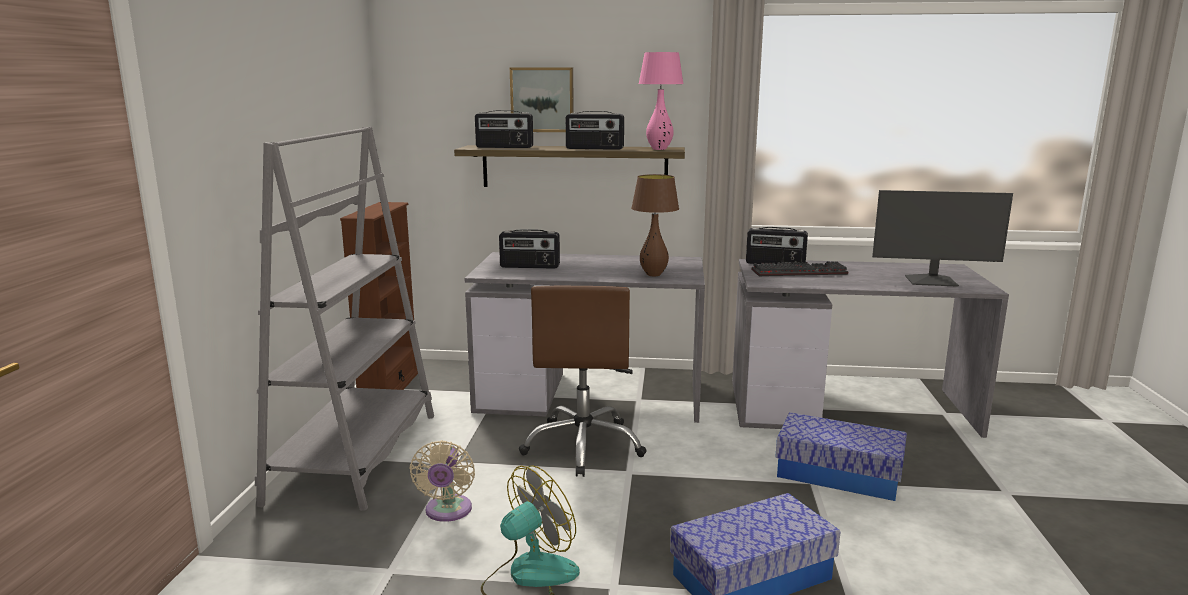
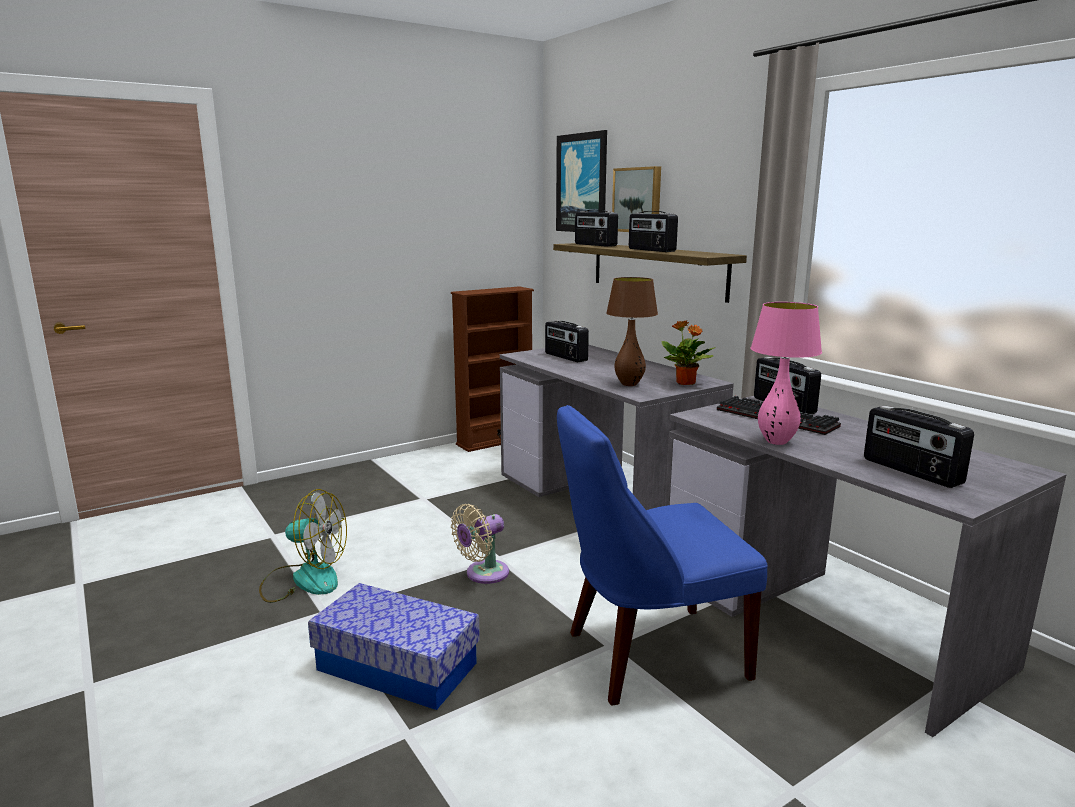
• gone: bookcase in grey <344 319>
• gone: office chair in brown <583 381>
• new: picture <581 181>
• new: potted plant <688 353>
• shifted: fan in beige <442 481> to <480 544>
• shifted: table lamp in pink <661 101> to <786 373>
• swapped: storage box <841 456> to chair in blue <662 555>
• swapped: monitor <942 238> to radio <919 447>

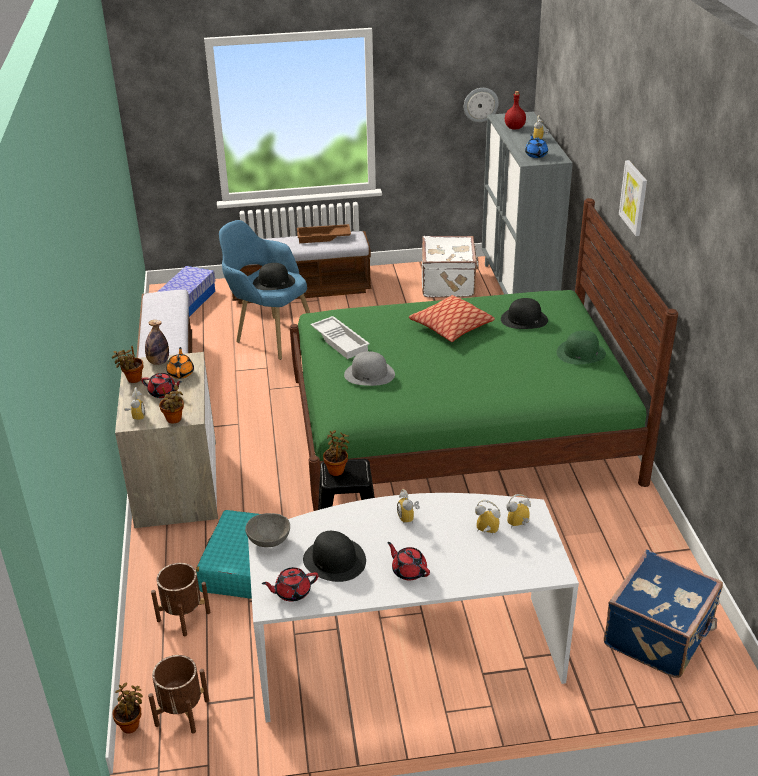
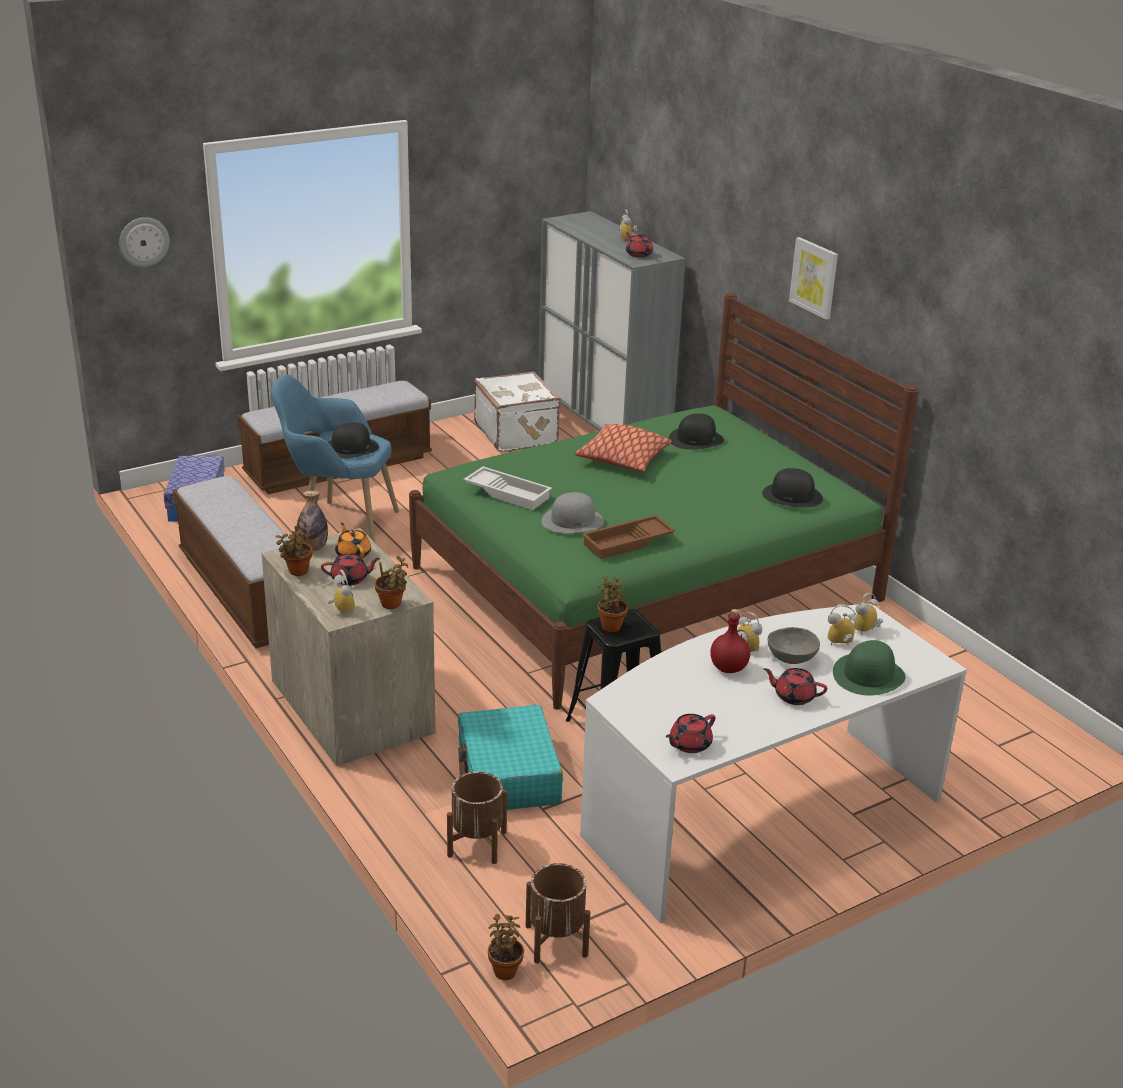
• gone: suitcase in blue <663 614>
• shifted: bowl in grey <267 530> to <794 645>
• shifted: tray in brown <324 233> to <628 537>
• shifted: hat in black <334 556> to <792 488>
• shifted: wall clock <481 105> to <144 242>
• shifted: bottle in red <515 110> to <730 641>
• shifted: hat in green <581 347> to <869 668>
• repainted: teapot in blue <536 146> to teapot in red <639 245>

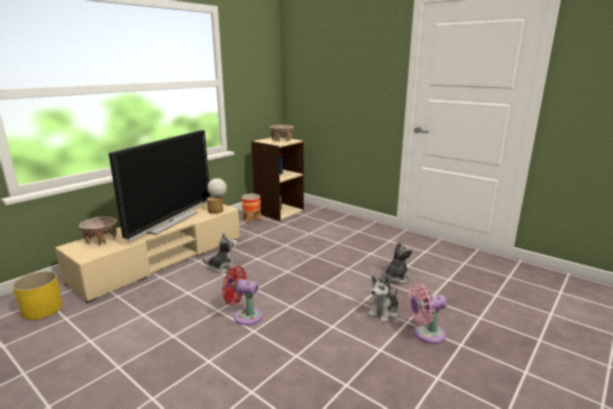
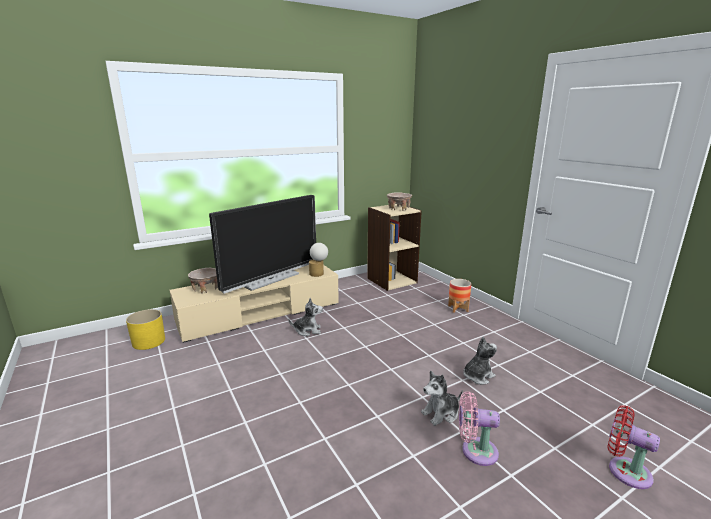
• shifted: fan in red <242 295> to <634 447>
• shifted: planter <251 209> to <459 296>

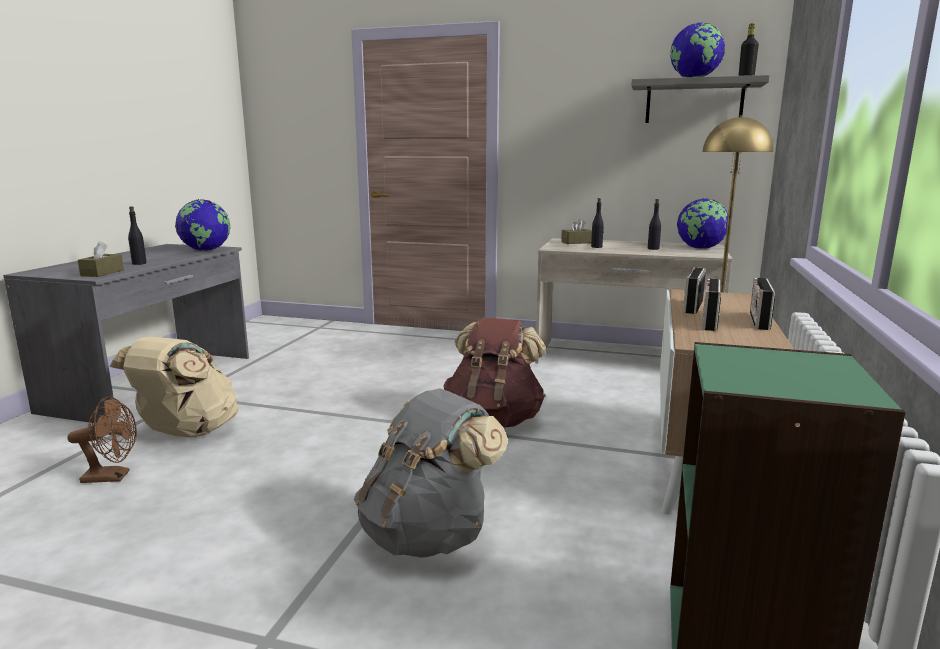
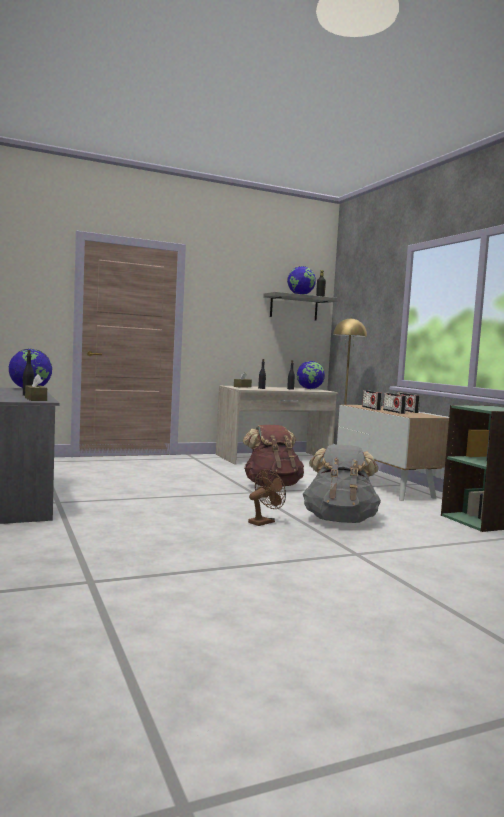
• gone: backpack in beige <174 387>
• shifted: fan in brown <102 439> to <267 497>

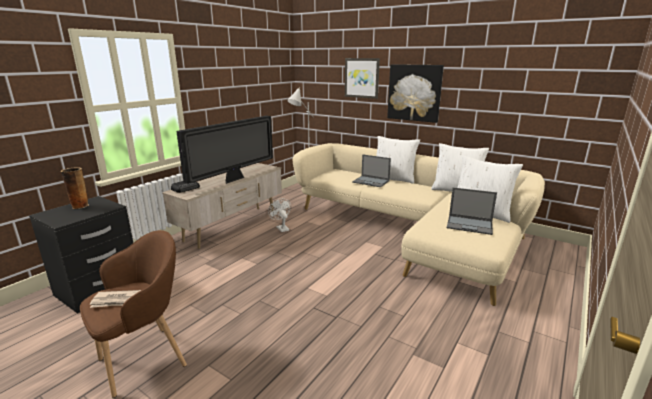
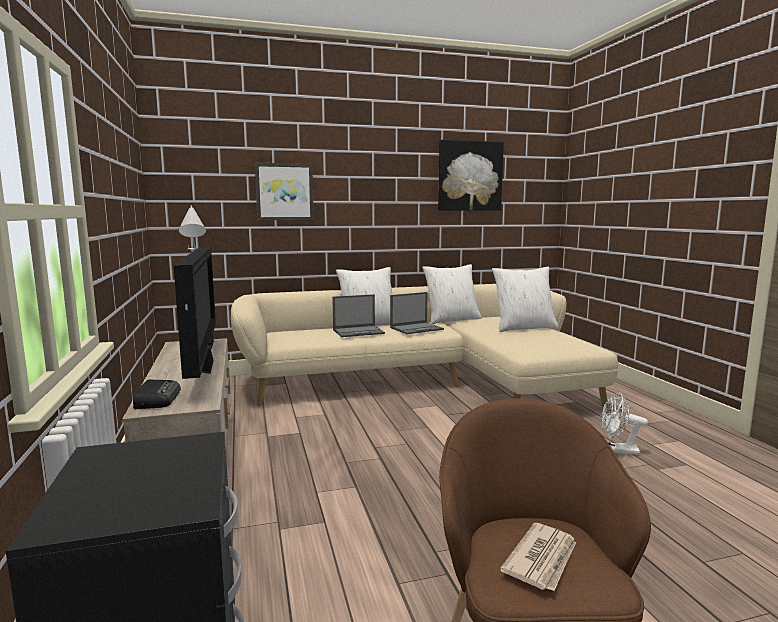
• gone: vase <75 188>
• shifted: fan in white <279 215> to <624 424>
• shifted: picture <415 93> to <471 175>
• shifted: laptop <472 211> to <417 313>

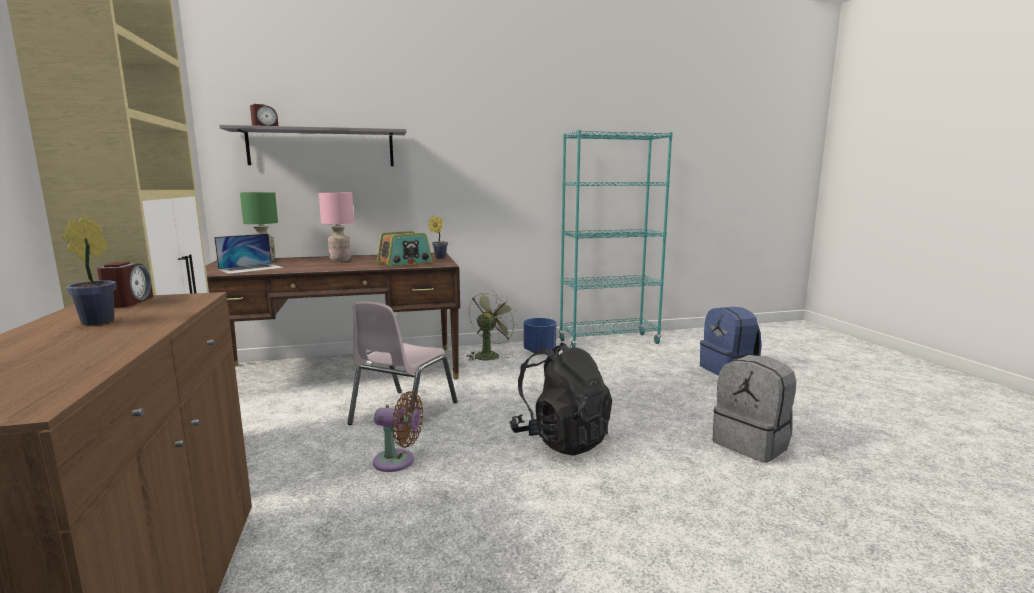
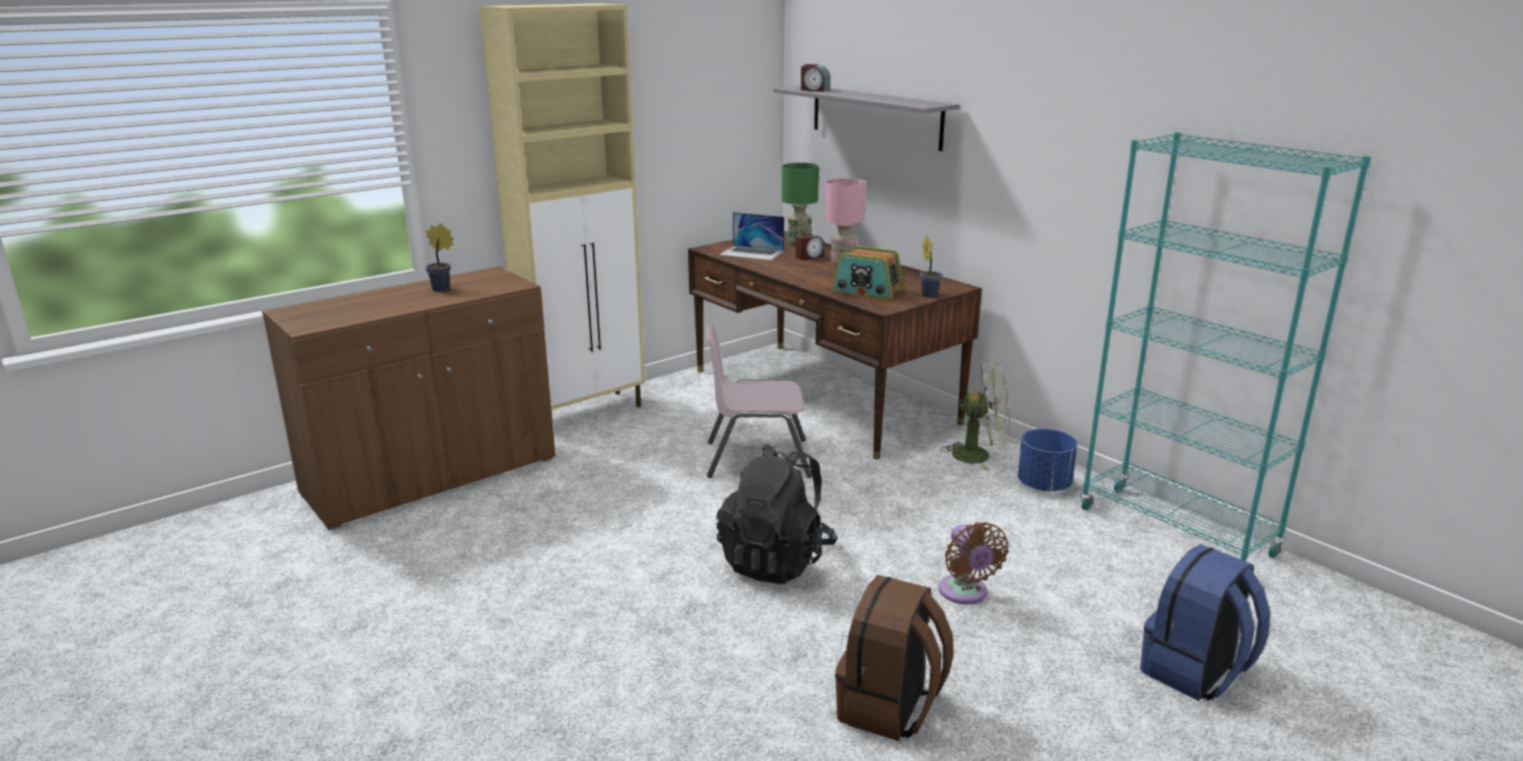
• shifted: alarm clock <125 284> to <810 246>
• shifted: fan in brown <398 431> to <973 563>
• repainted: backpack in grey <754 409> to backpack in brown <894 658>

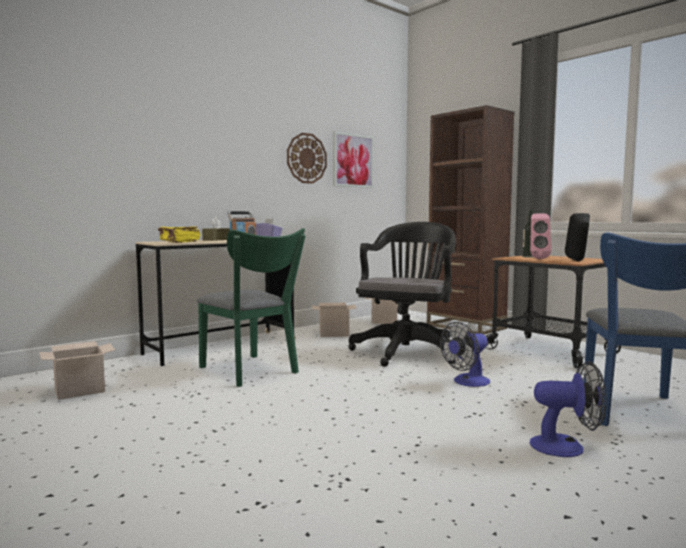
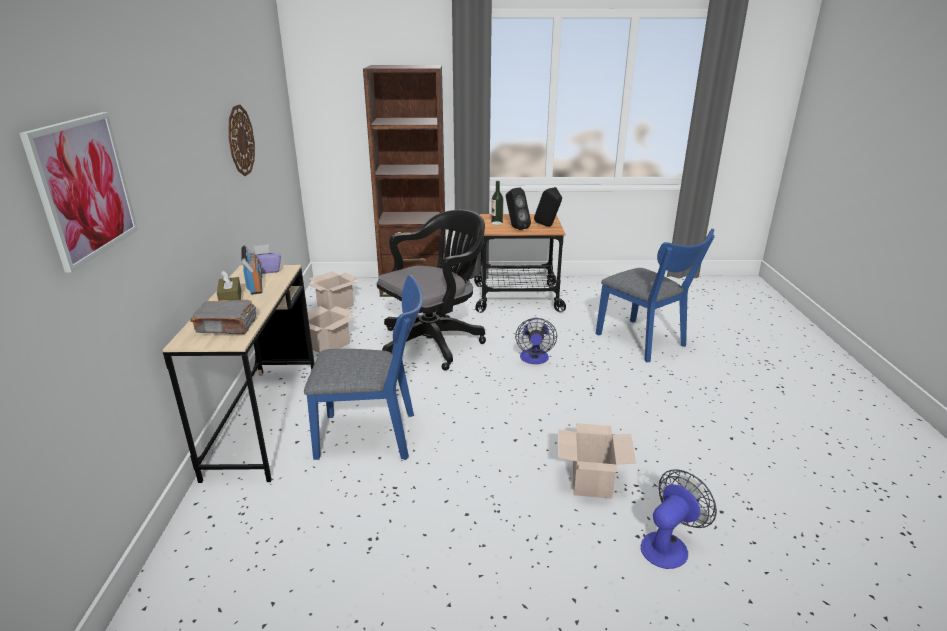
• shifted: cardboard box <77 370> to <597 461>
• shifted: picture <353 160> to <78 192>
• shifted: fan <568 409> to <679 519>
• repainted: book in yellow <179 234> to book in grey <223 317>
• repainted: chair in green <251 307> to chair in blue <363 367>
• repainted: speaker in pink <540 236> to speaker in black <518 209>
• rotated: office chair in black <402 294> = <431 290> 75 degrees clockwise

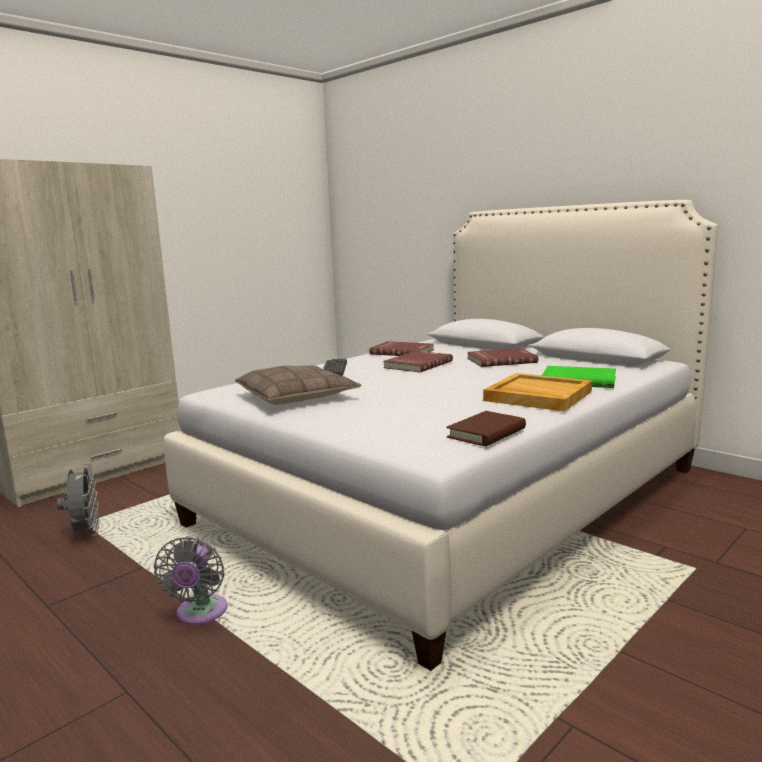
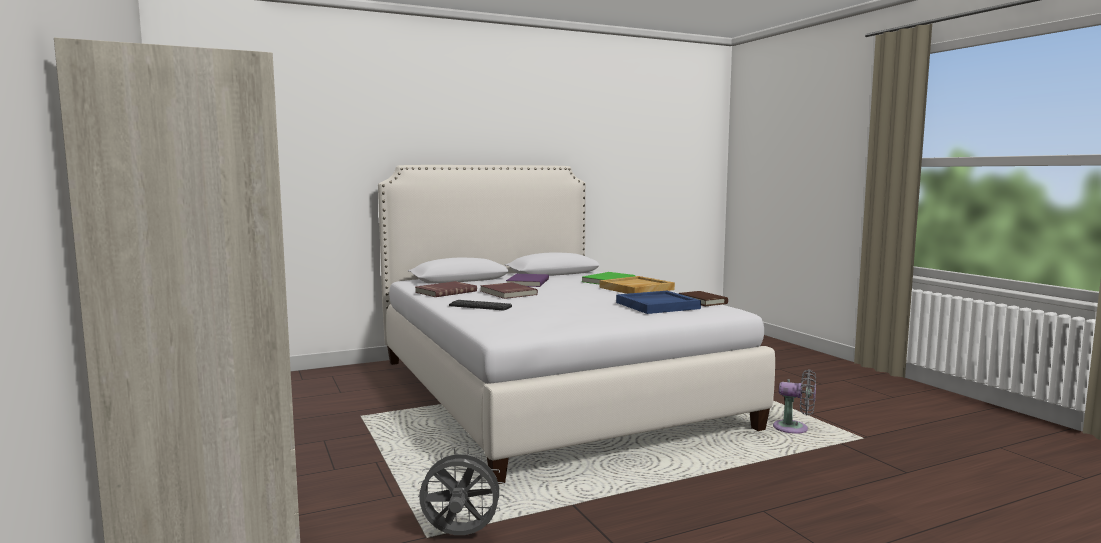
• gone: pillow <298 385>
• new: tray in blue <658 302>
• shifted: fan in grey <190 581> to <794 401>
• repainted: book in red <502 357> to book in purple <527 280>

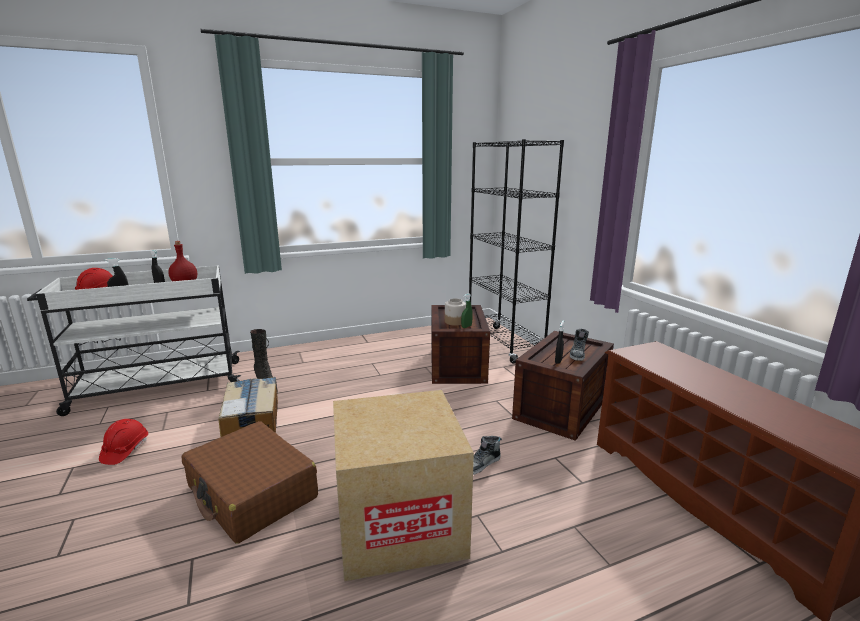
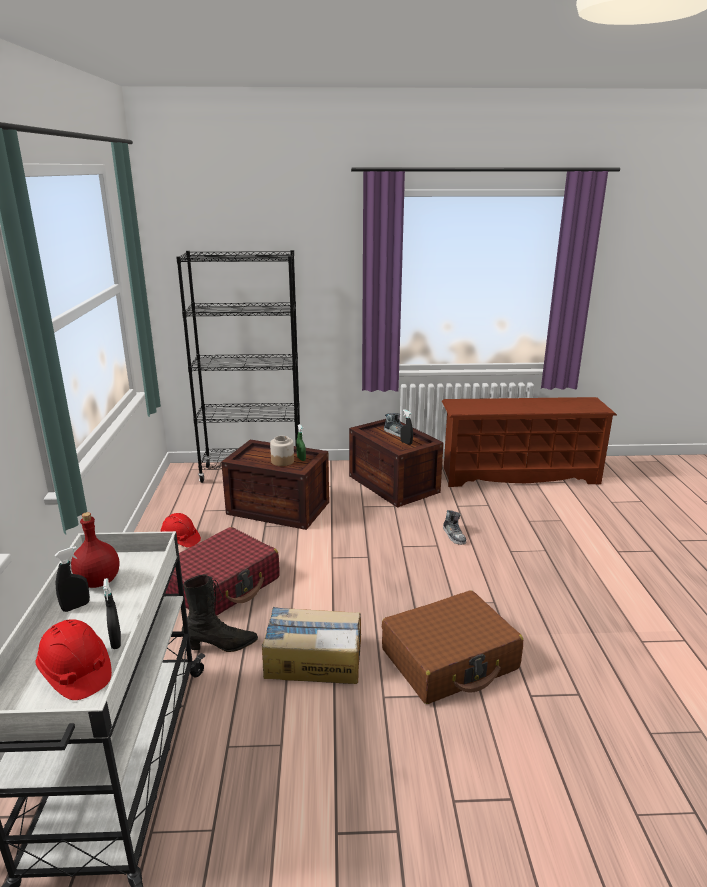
• gone: cardboard box <403 485>
• new: suitcase in red <222 571>
• shifted: hard hat in red <123 442> to <180 530>

